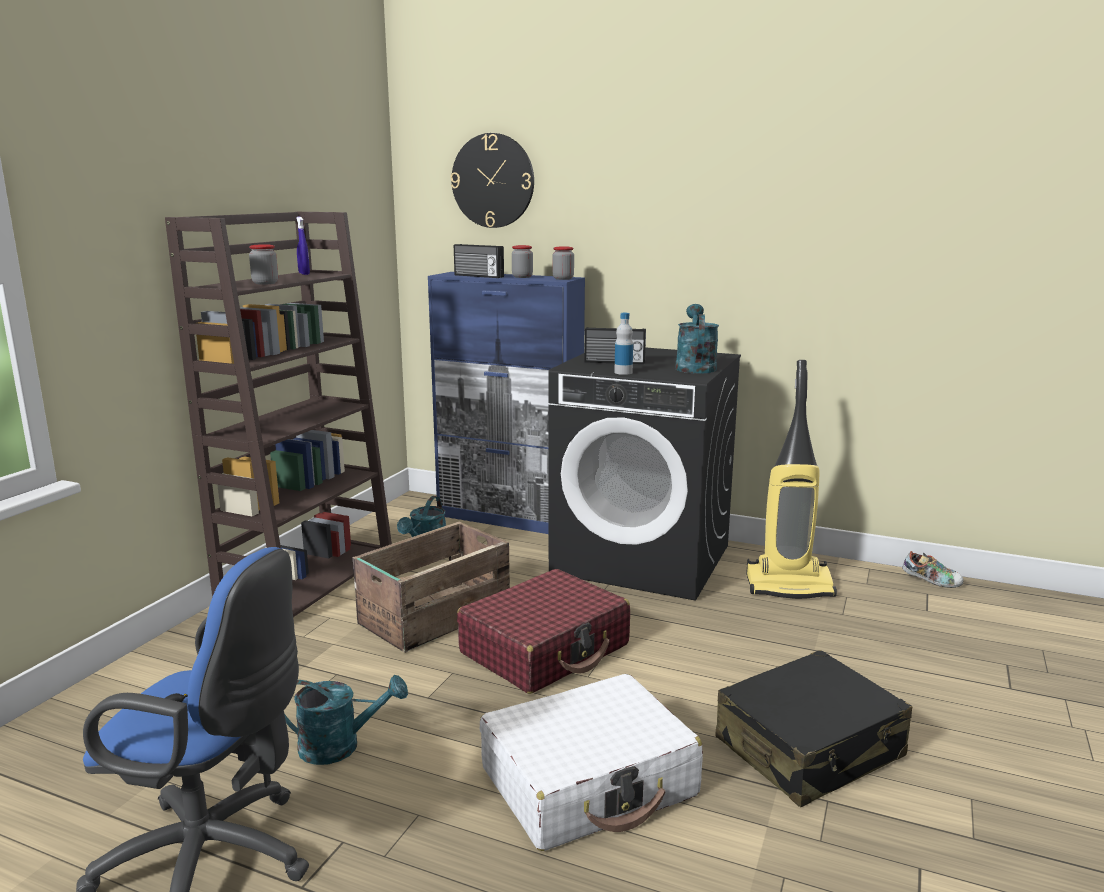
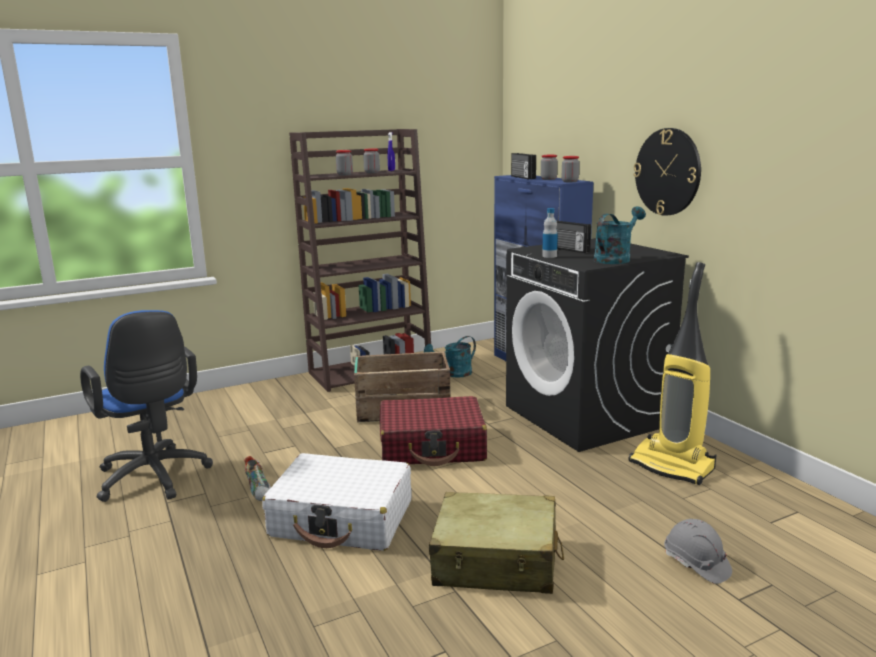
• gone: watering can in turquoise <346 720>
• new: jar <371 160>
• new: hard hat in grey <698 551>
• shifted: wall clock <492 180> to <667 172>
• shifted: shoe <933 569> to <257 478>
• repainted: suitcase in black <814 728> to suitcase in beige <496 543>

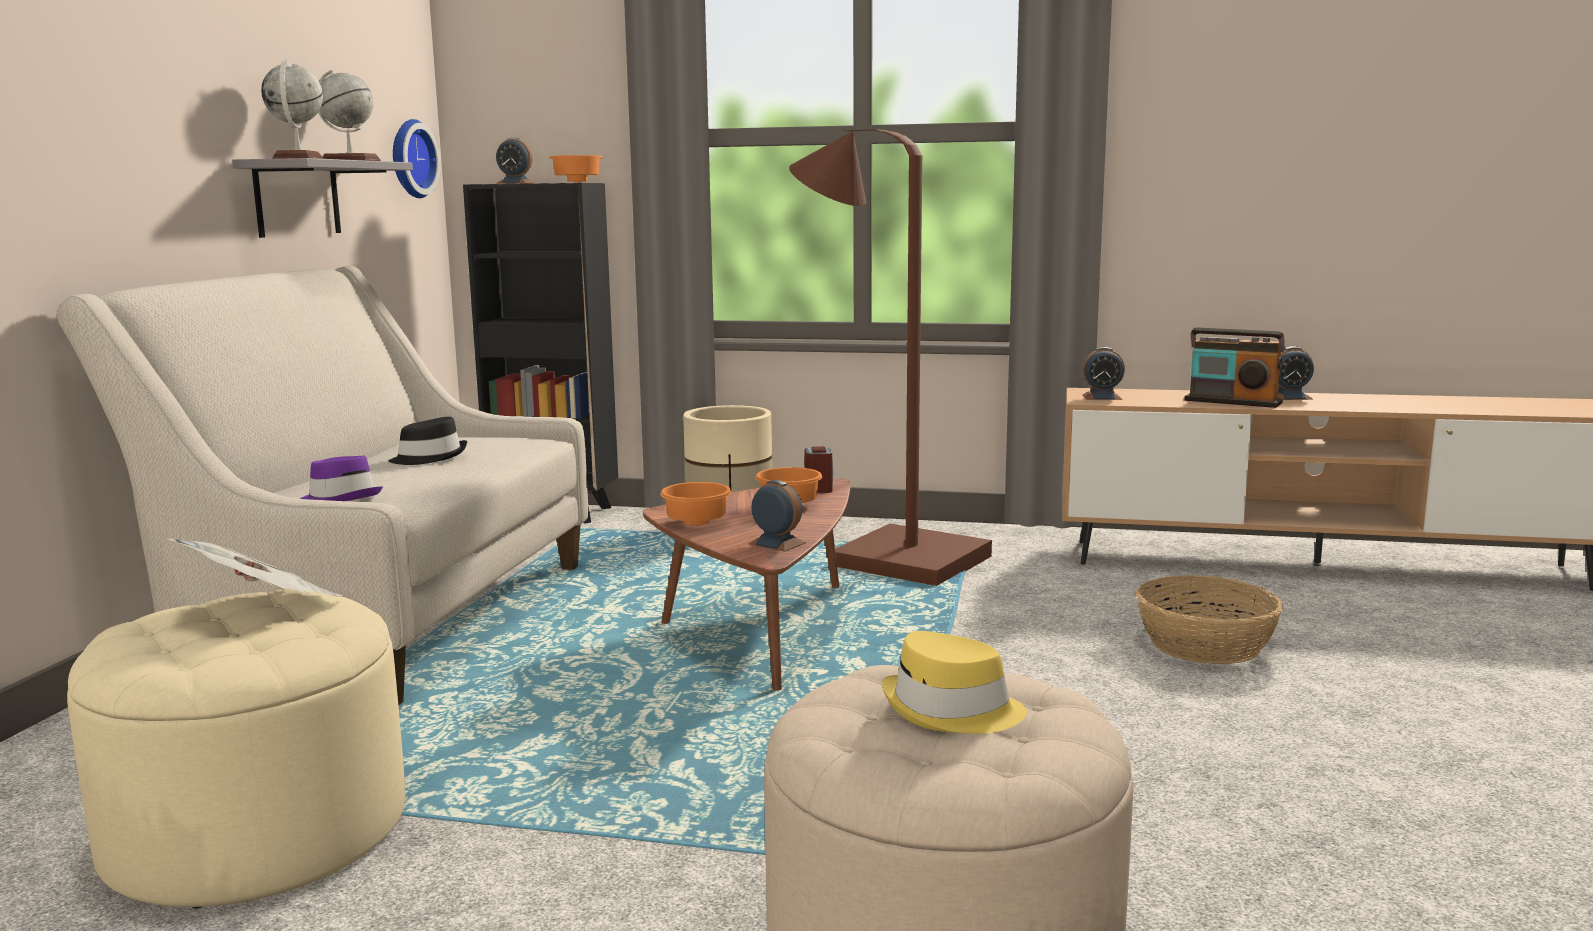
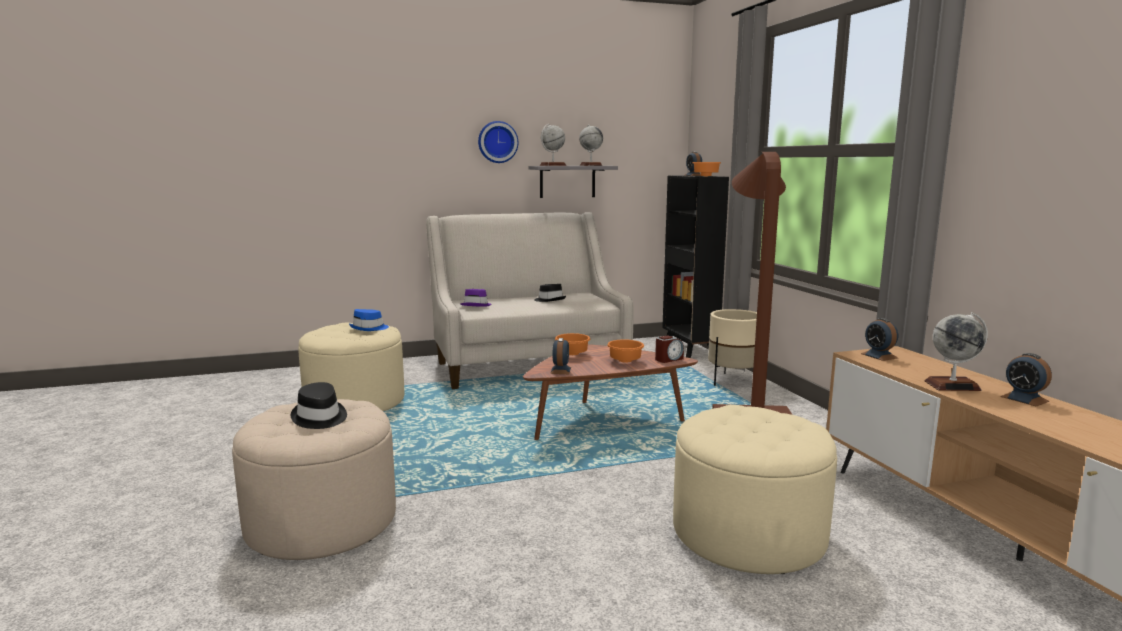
• shifted: wall clock <417 158> to <498 142>
• swapped: newspaper <256 567> to hat in blue <369 320>
• swapped: basket <1209 619> to ottoman in beige <755 489>
• swapped: radio <1234 367> to globe <956 351>
• repainted: hat in yellow <954 682> to hat in black <319 405>

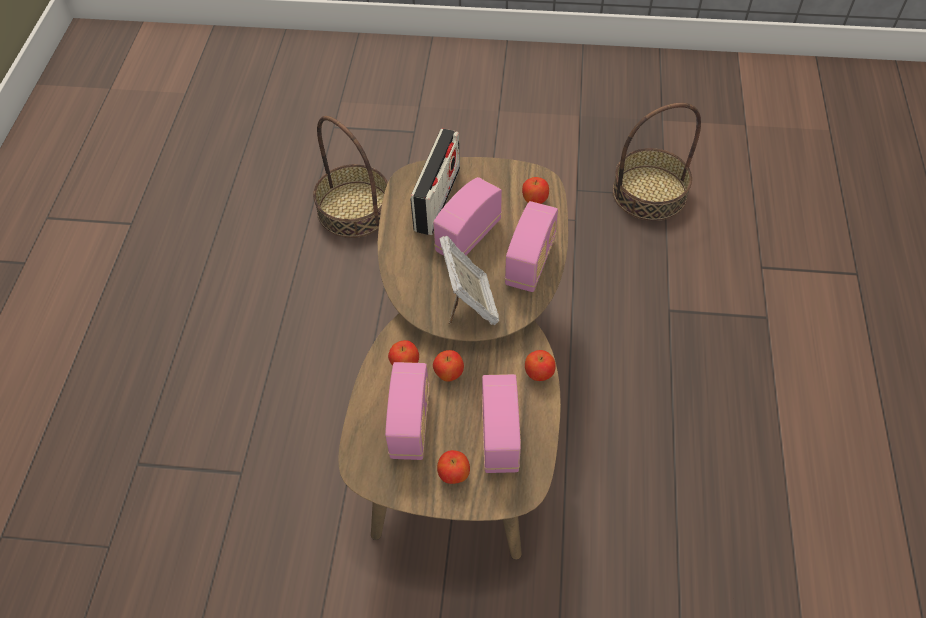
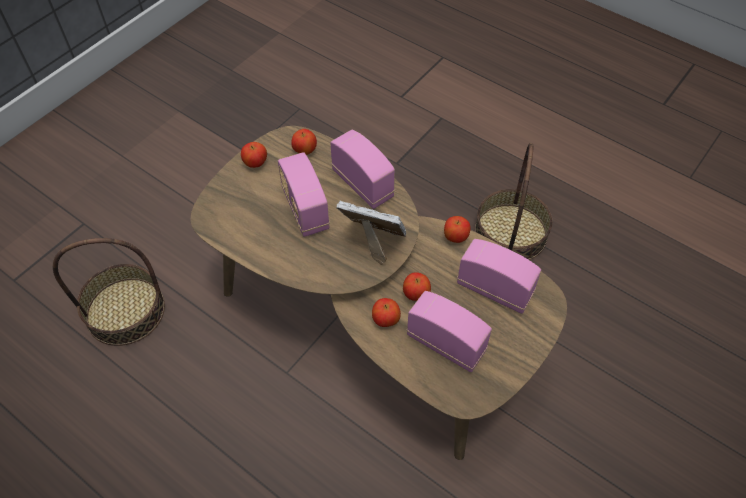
• gone: radio <435 182>
• shifted: apple <453 467> to <254 155>
• shifted: basket <657 162> to <513 201>

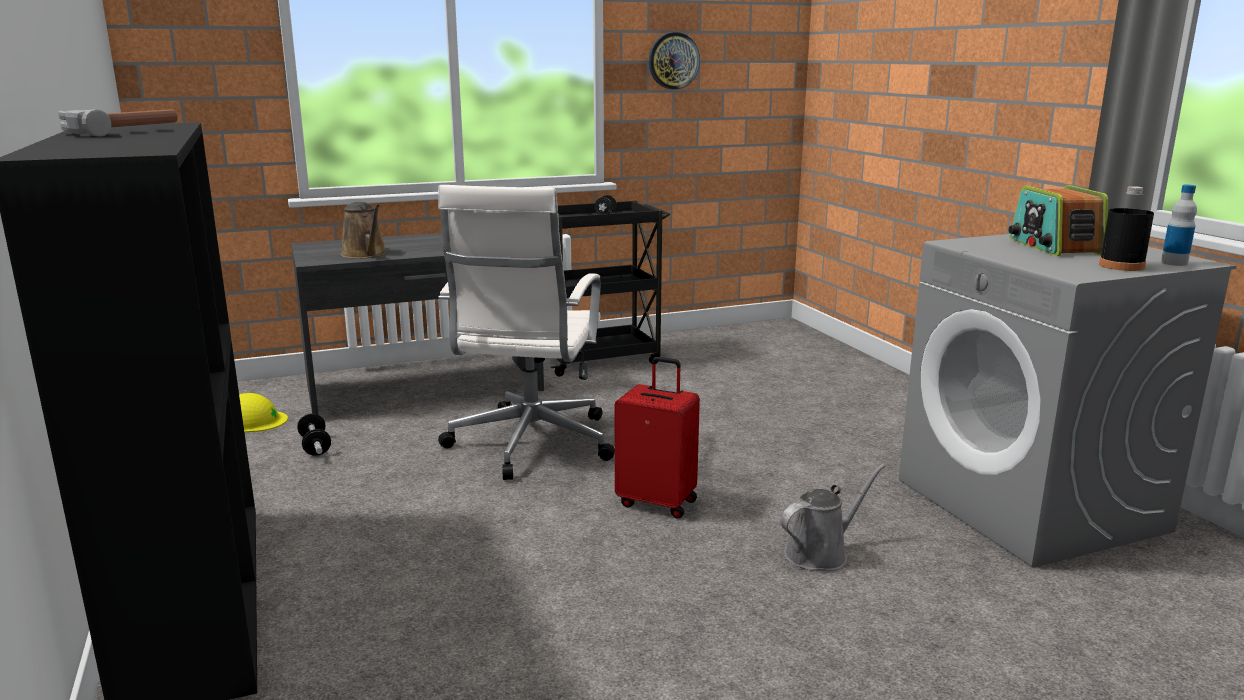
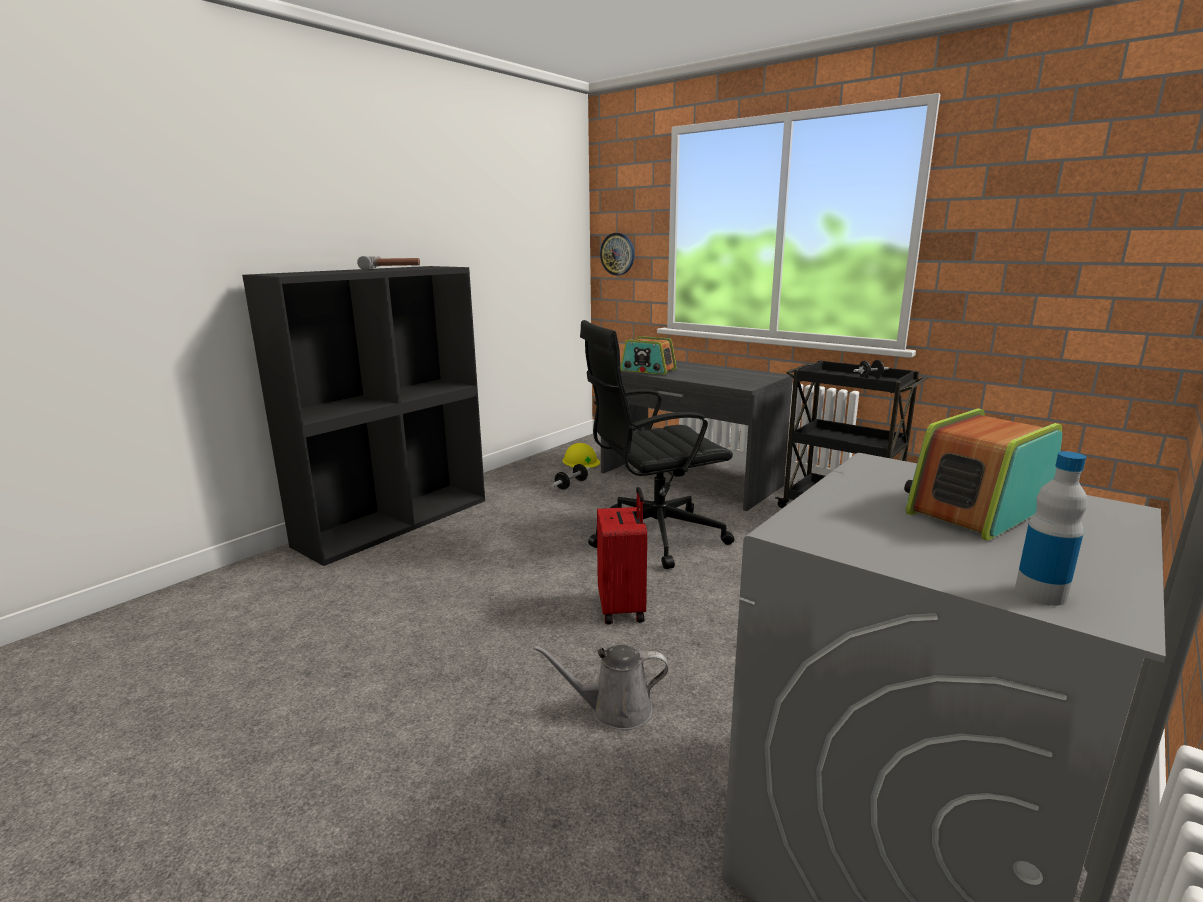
• gone: bottle in black <1126 228>
• shifted: wall clock <674 61> to <617 254>
• swapped: watering can in brown <364 230> to radio <648 355>
• repainted: office chair in white <526 332> to office chair in black <657 444>
• rotated: watering can in grey <833 517> = <600 687> 150 degrees clockwise

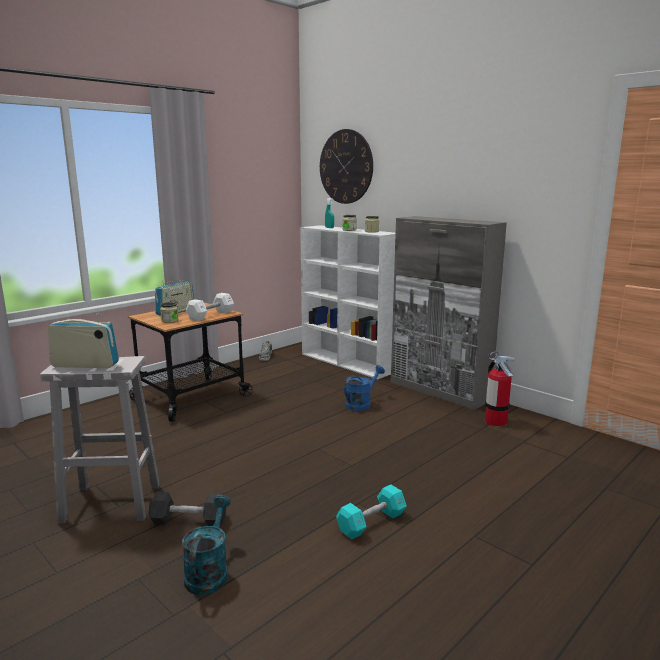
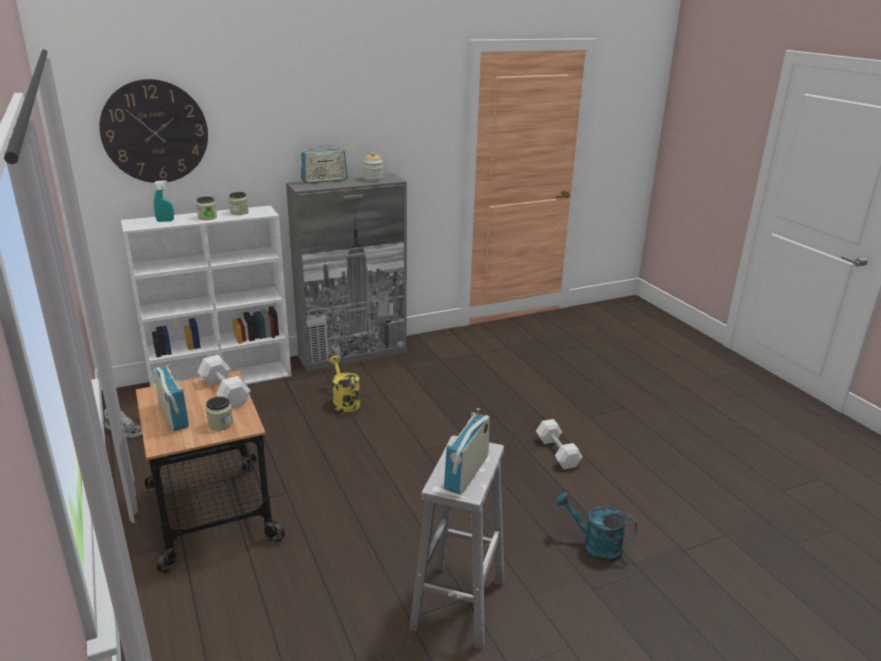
• gone: dumbbell in black <187 509>
• gone: fire extinguisher <499 389>
• new: radio <324 163>
• new: jar <373 166>
• repainted: dumbbell in turquoise <371 512> to dumbbell in white <559 444>
• repainted: watering can in blue <364 388> to watering can in yellow <344 383>

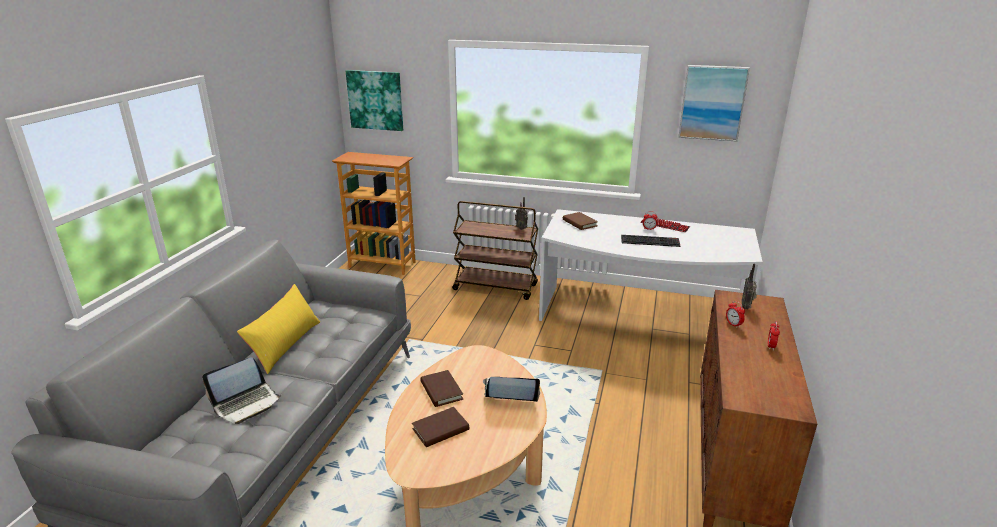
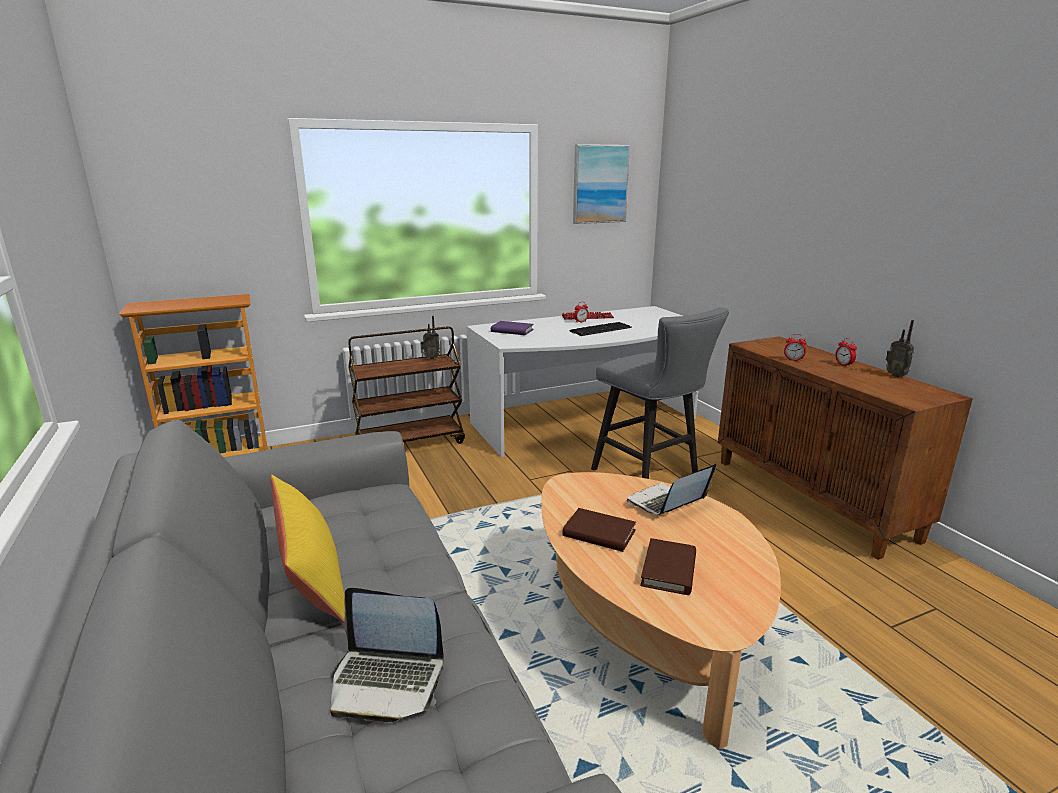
• gone: picture <374 100>
• new: stool in grey <660 393>
• shifted: radio <749 286> to <899 348>
• repainted: book in brown <580 221> to book in purple <512 328>
• rotated: laptop <241 391> = <387 655> 90 degrees clockwise

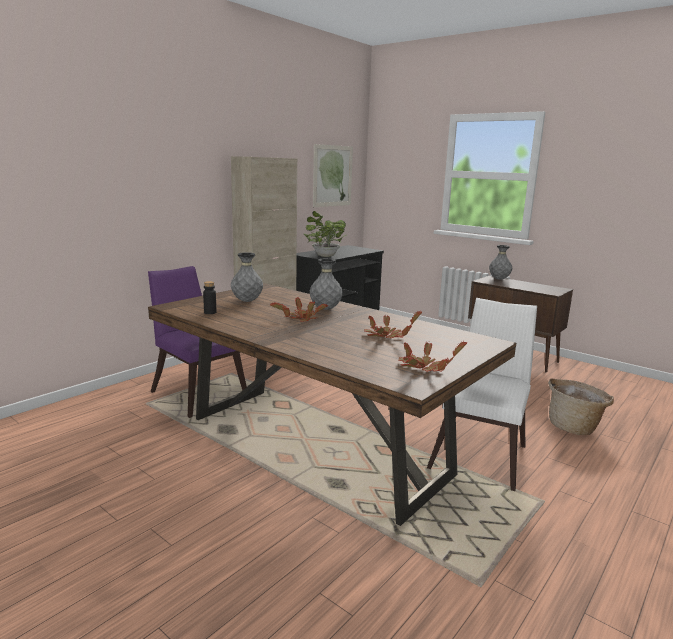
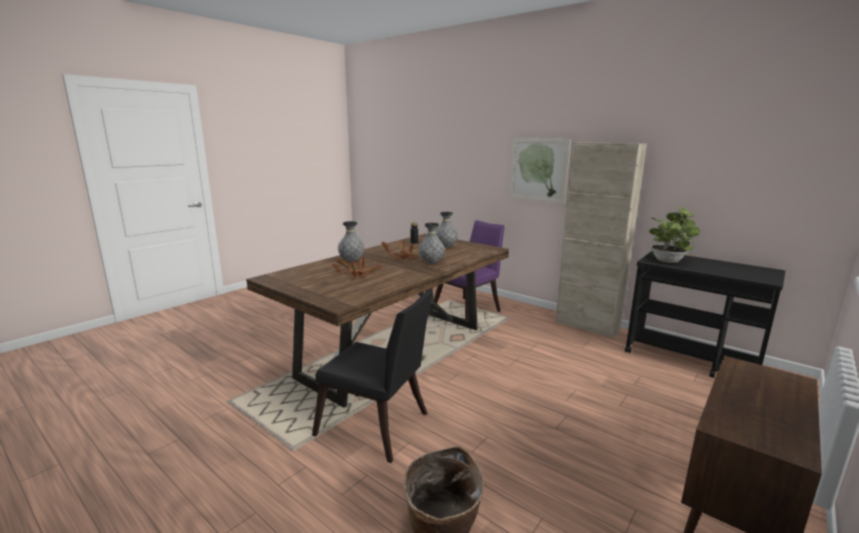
• gone: potted plant <432 356>
• shifted: picture <333 175> to <540 171>
• shifted: vase in grey <500 262> to <351 241>
• repainted: chair in white <482 394> to chair in black <372 377>

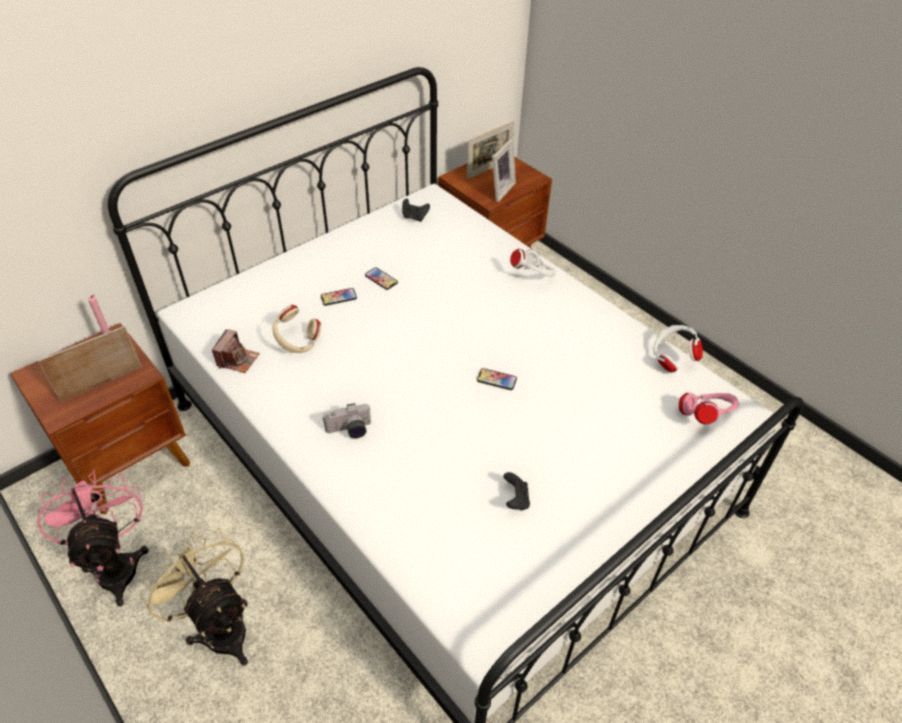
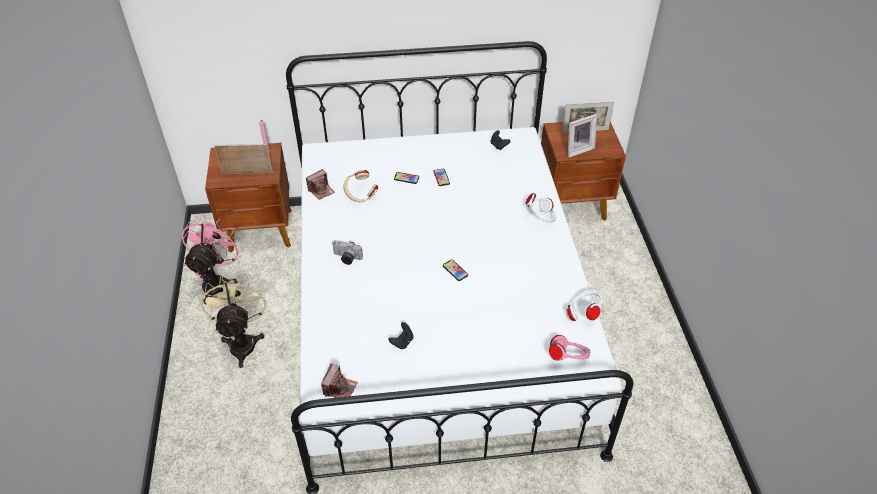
• new: photo camera <339 381>

